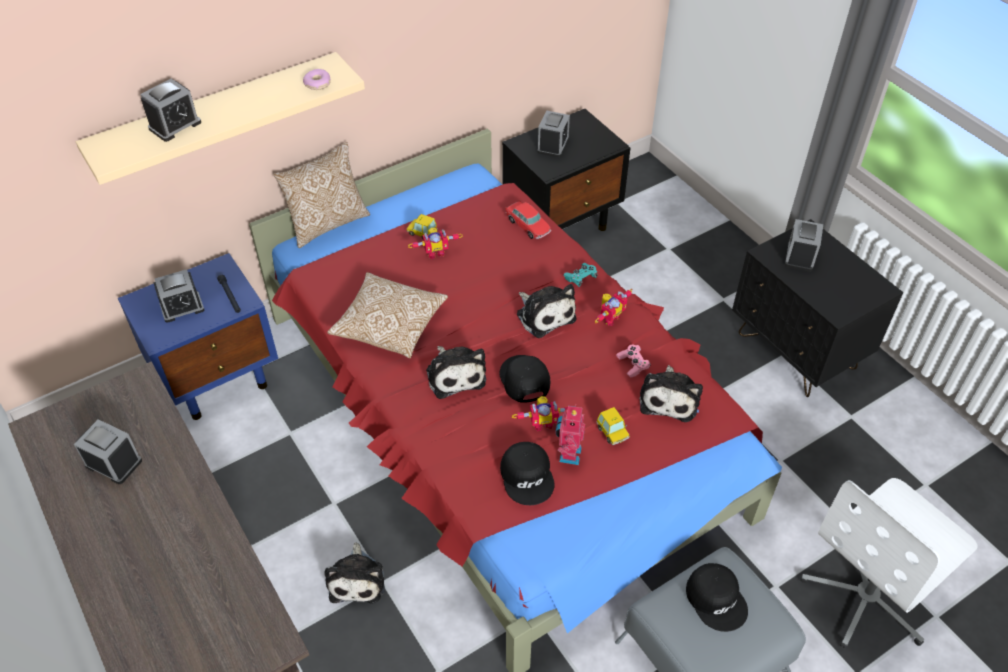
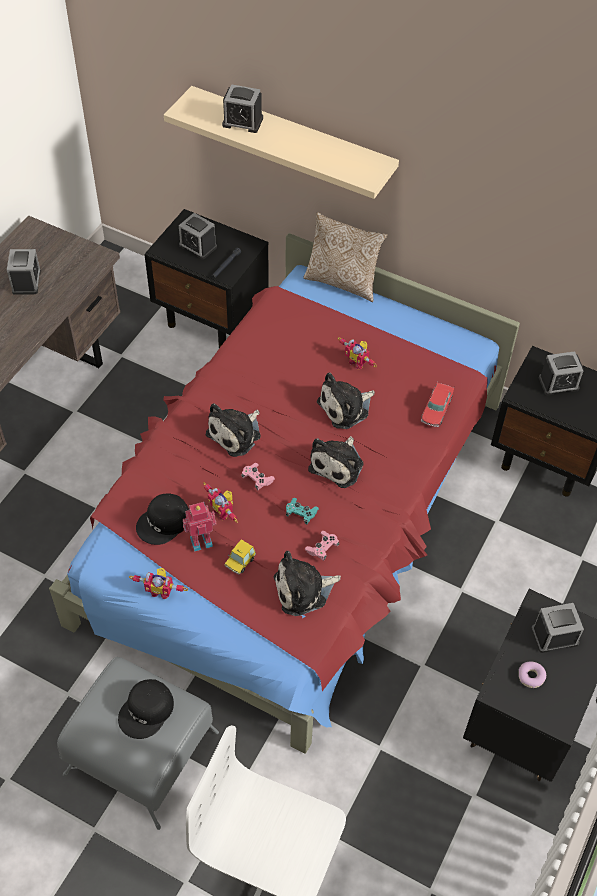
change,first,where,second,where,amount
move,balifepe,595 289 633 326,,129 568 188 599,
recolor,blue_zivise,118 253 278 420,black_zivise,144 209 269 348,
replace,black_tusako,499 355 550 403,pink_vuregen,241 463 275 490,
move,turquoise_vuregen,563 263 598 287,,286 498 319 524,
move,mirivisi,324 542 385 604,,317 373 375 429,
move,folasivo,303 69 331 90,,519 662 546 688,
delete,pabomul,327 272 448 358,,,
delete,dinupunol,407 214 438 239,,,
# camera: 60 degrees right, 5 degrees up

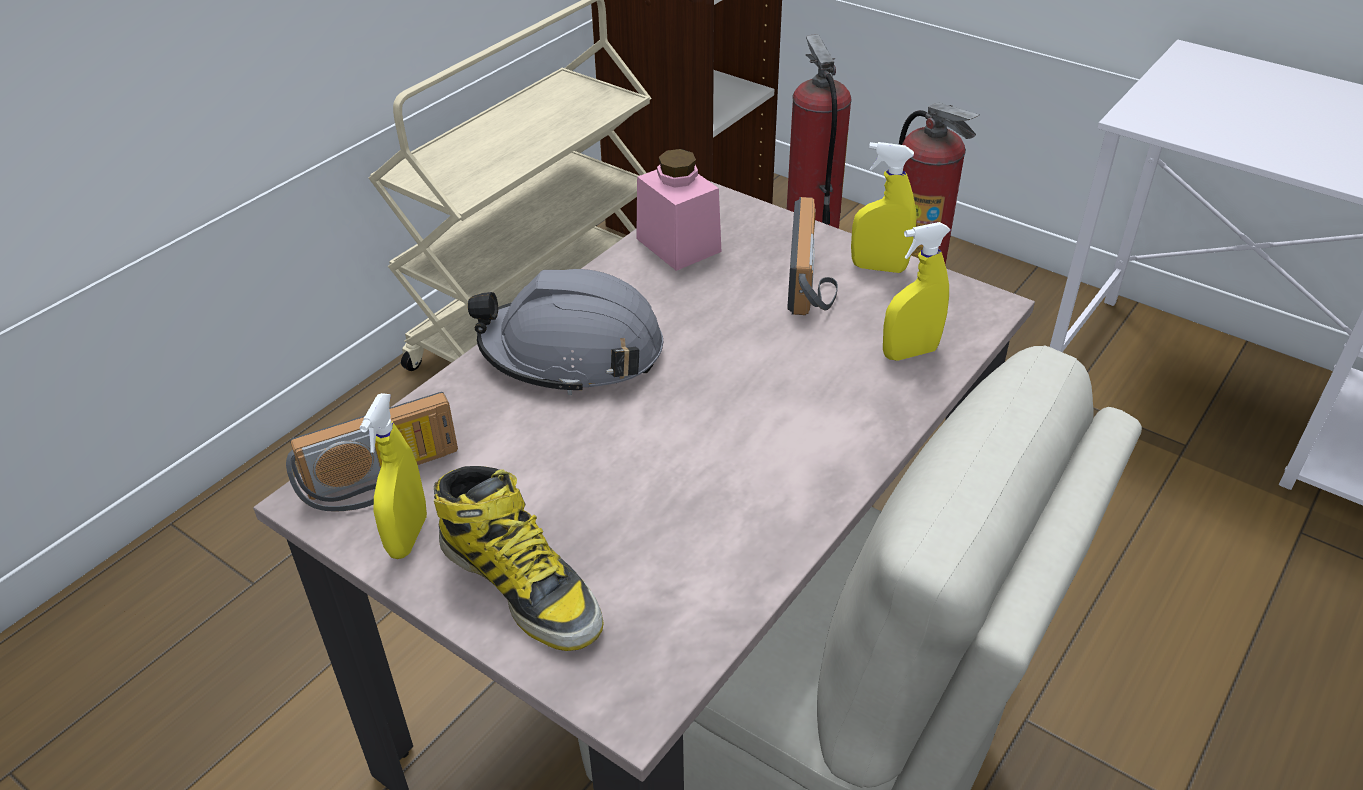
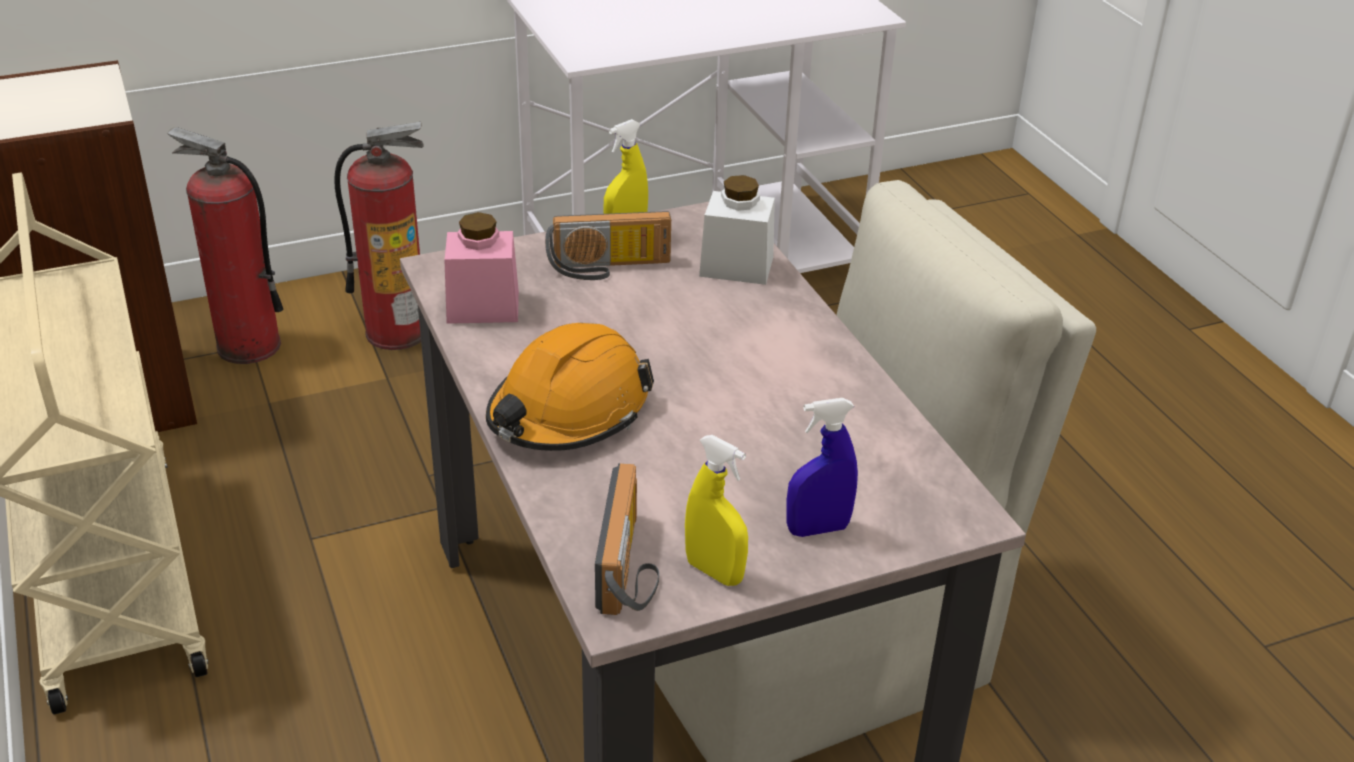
change,first,where,second,where,amount
recolor,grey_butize,468 269 663 395,orange_butize,486 323 654 451,
rotate,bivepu,787 197 838 315,,545 211 671 280,135 degrees clockwise
replace,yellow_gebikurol,883 222 951 361,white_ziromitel,699 175 775 285,
replace,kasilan,434 466 603 651,blue_gebikurol,787 398 858 537,
# camera: 60 degrees left, 5 degrees down

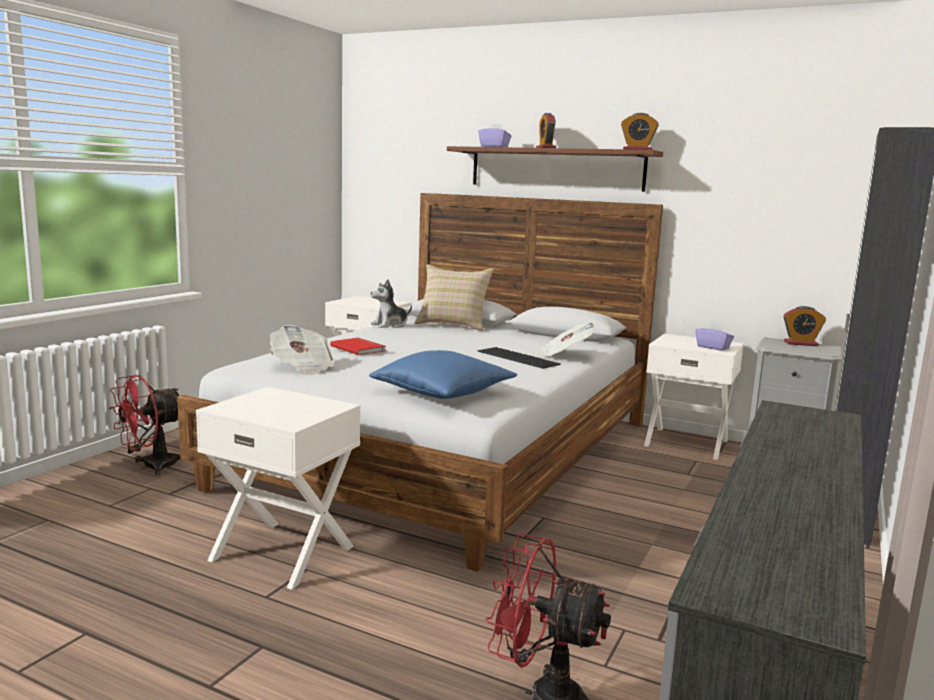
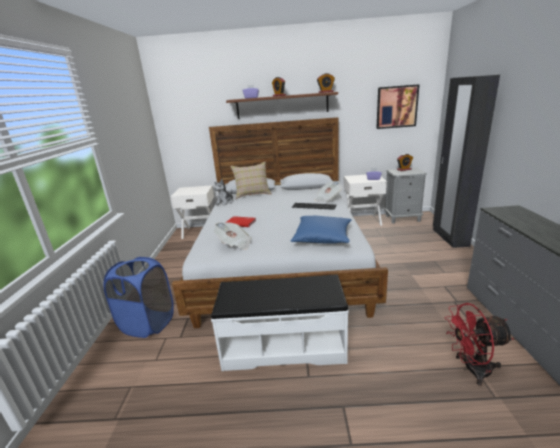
change,first,where,second,where,amount
replace,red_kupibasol,109 375 180 476,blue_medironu,104 257 174 338,
replace,white_zivise,196 387 360 590,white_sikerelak,211 274 349 371,
insert,,,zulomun,376 84 420 129,
# camera: 25 degrees left, 10 degrees up

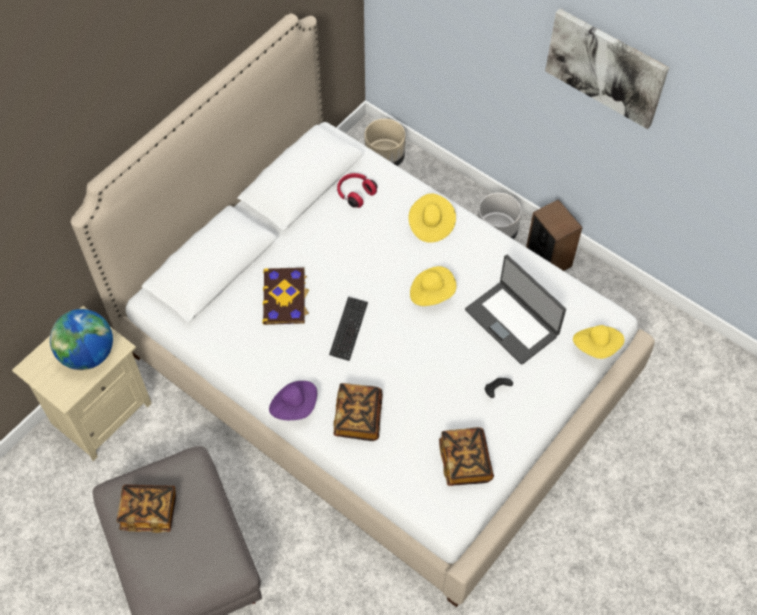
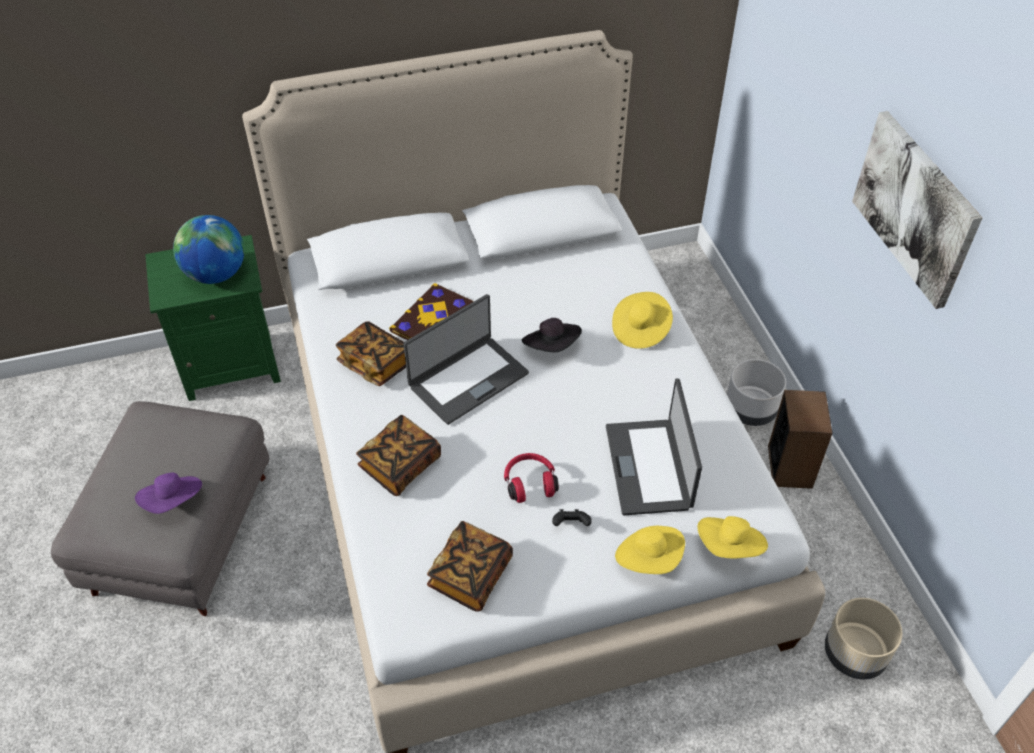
change,first,where,second,where,amount
move,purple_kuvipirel,269 381 317 420,,135 472 202 514,
recolor,beige_zivise,12 306 152 461,green_zivise,145 235 281 401,
move,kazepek,117 484 176 533,,336 321 406 386,
replace,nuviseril,329 297 368 361,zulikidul,403 294 529 425,
move,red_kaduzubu,337 173 377 208,,504 453 559 503,
insert,,,black_kuvipirel,522 318 582 352,
move,yellow_kuvipirel,410 266 456 306,,615 526 685 574,
move,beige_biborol,365 119 405 166,,825 598 902 679,
# camera: 35 degrees right, 10 degrees down

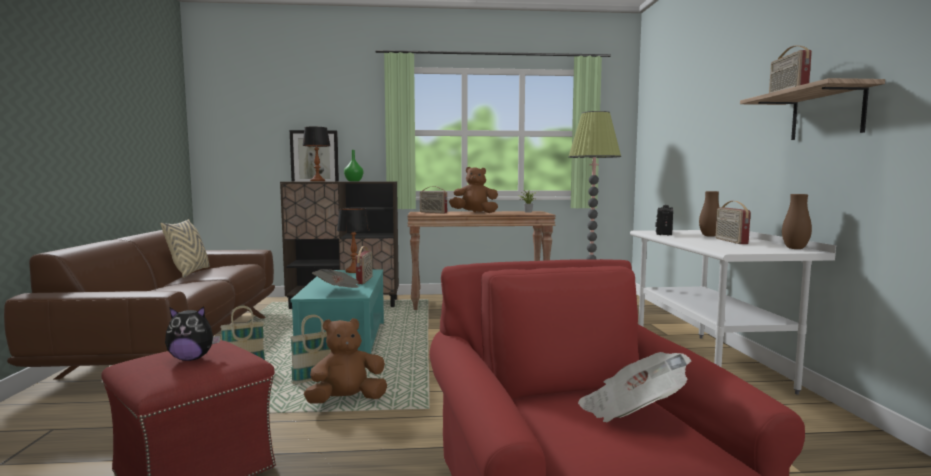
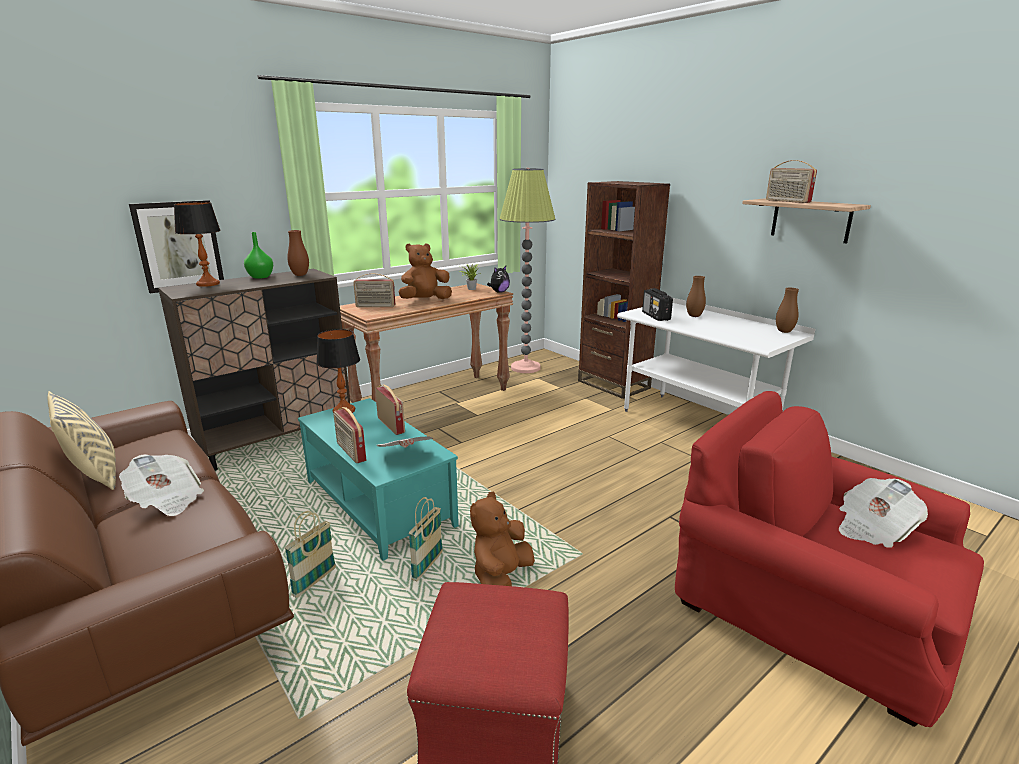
change,first,where,second,where,amount
insert,,,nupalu,119 454 204 516,
insert,,,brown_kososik,287 230 309 276,
move,bivepu,715 201 751 244,,333 407 366 463,
move,mirivisi,165 306 221 361,,487 266 510 293,
insert,,,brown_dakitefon,578 181 670 399,
# camera: 35 degrees left, 15 degrees up

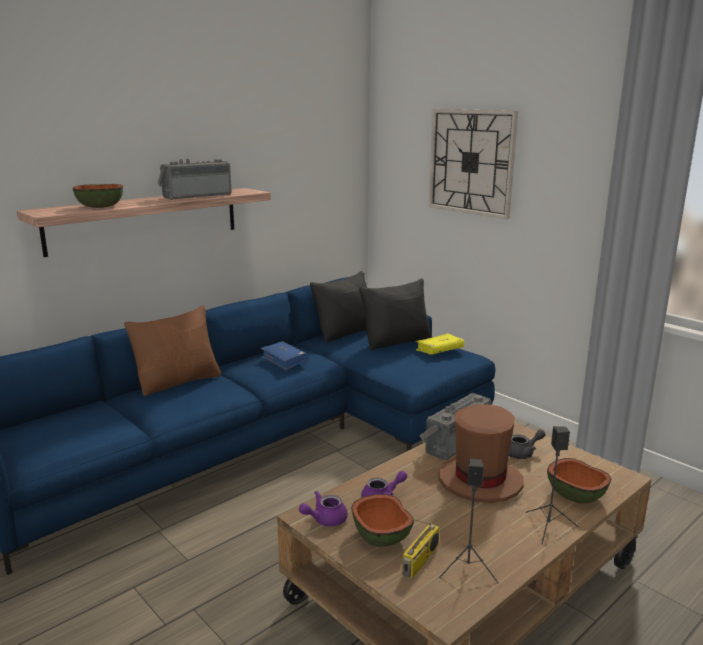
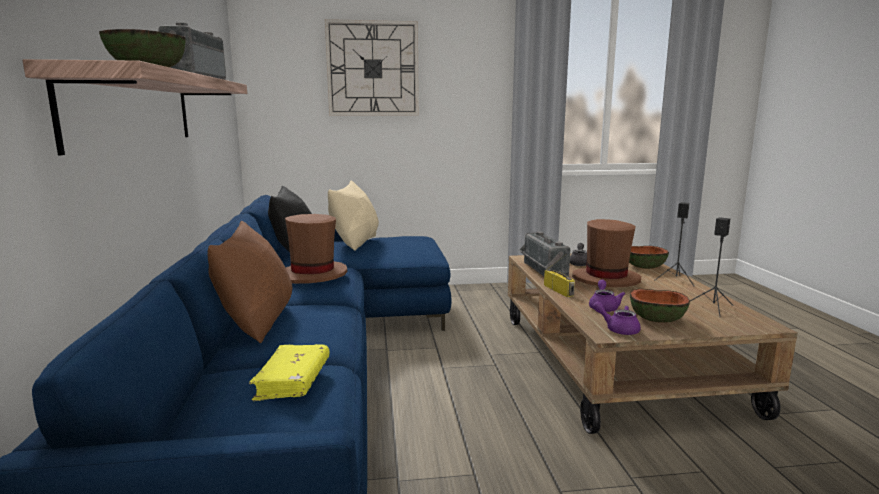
change,first,where,second,where,amount
move,yellow_kazepek,416 333 464 355,,249 344 330 401,
replace,blue_kazepek,261 341 308 371,brown_kuvipirel,285 214 347 284,
recolor,black_pabomul,359 278 433 350,beige_pabomul,328 181 379 251,
move,bivepu,402 518 439 578,,544 254 575 297,
rotate,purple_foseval,299 491 348 526,,593 301 641 335,120 degrees clockwise
# camera: 55 degrees left, 5 degrees down

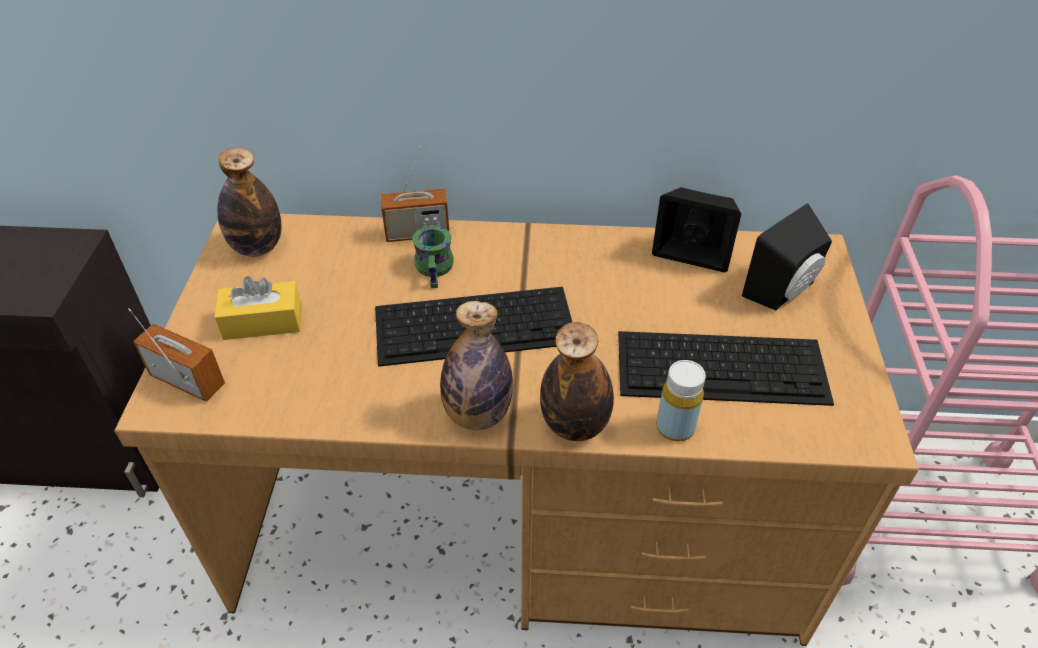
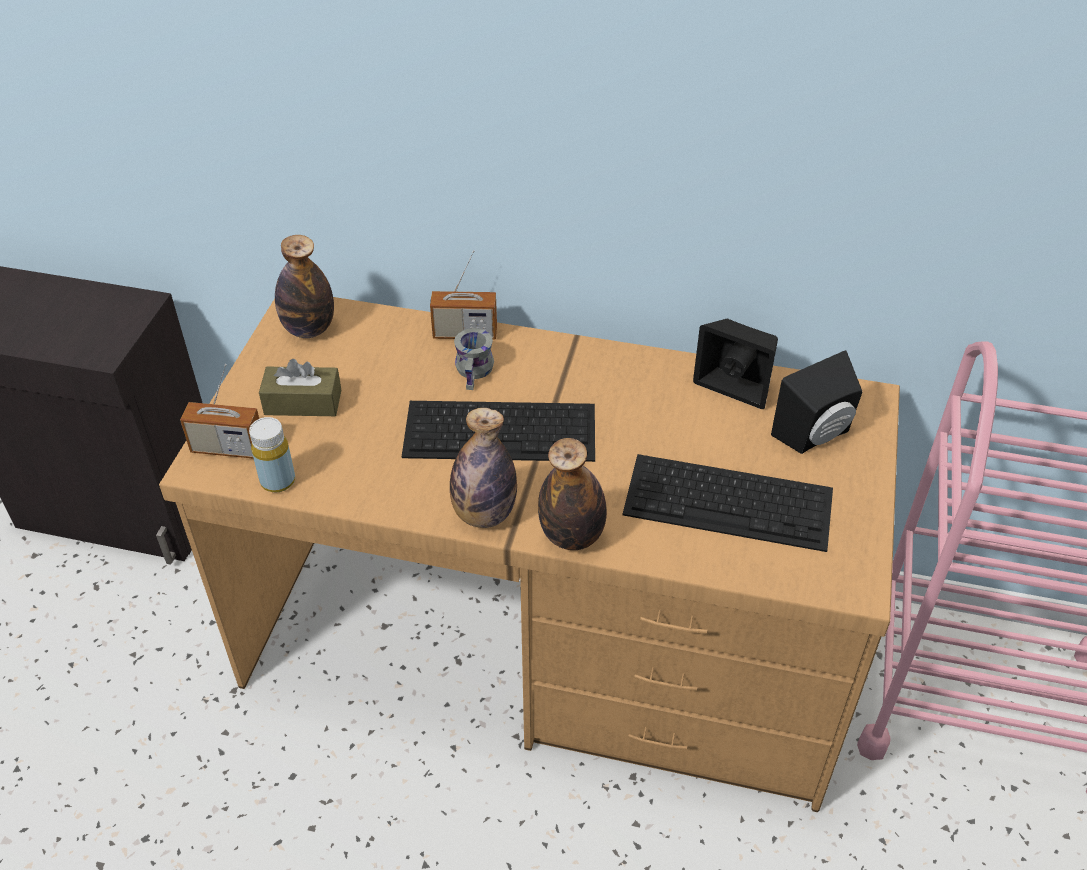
change,first,where,second,where,amount
rotate,bivepu,128 308 225 402,,180 364 259 459,150 degrees clockwise
move,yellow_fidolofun,656 360 706 441,,249 417 295 493,
recolor,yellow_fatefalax,214 276 302 340,brown_fatefalax,259 359 341 416,
recolor,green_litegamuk,412 226 454 288,grey_litegamuk,454 328 494 390,
# camera: 10 degrees right, 0 degrees up

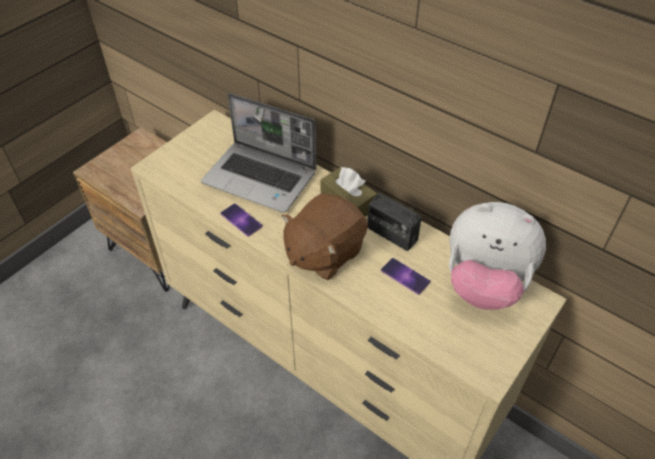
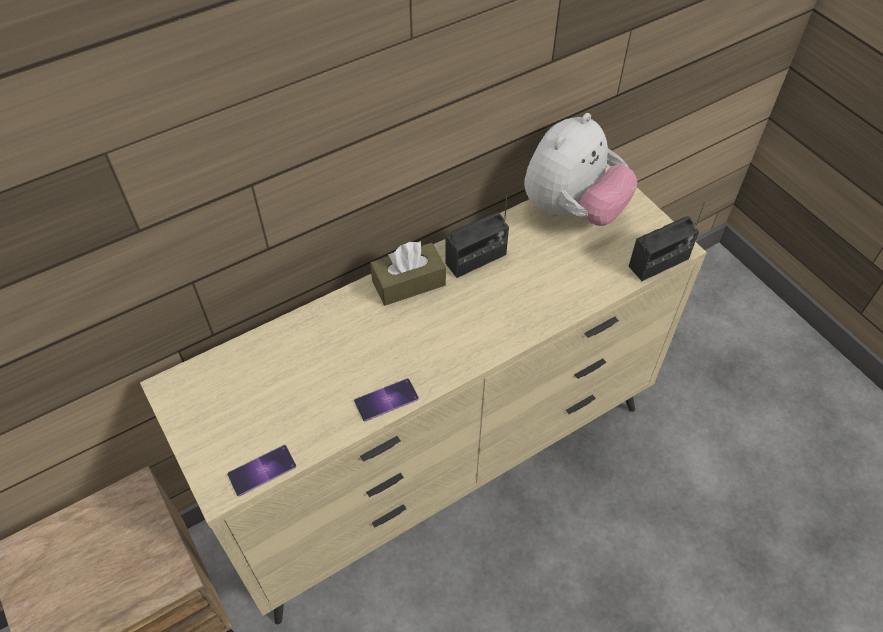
change,first,where,second,where,amount
move,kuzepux,381 258 431 295,,227 445 296 496,
insert,,,bivepu,629 195 707 281,
delete,zulikidul,201 93 316 213,,,
delete,brown_mirivisi,281 193 368 280,,,
# camera: 70 degrees left, 5 degrees up

